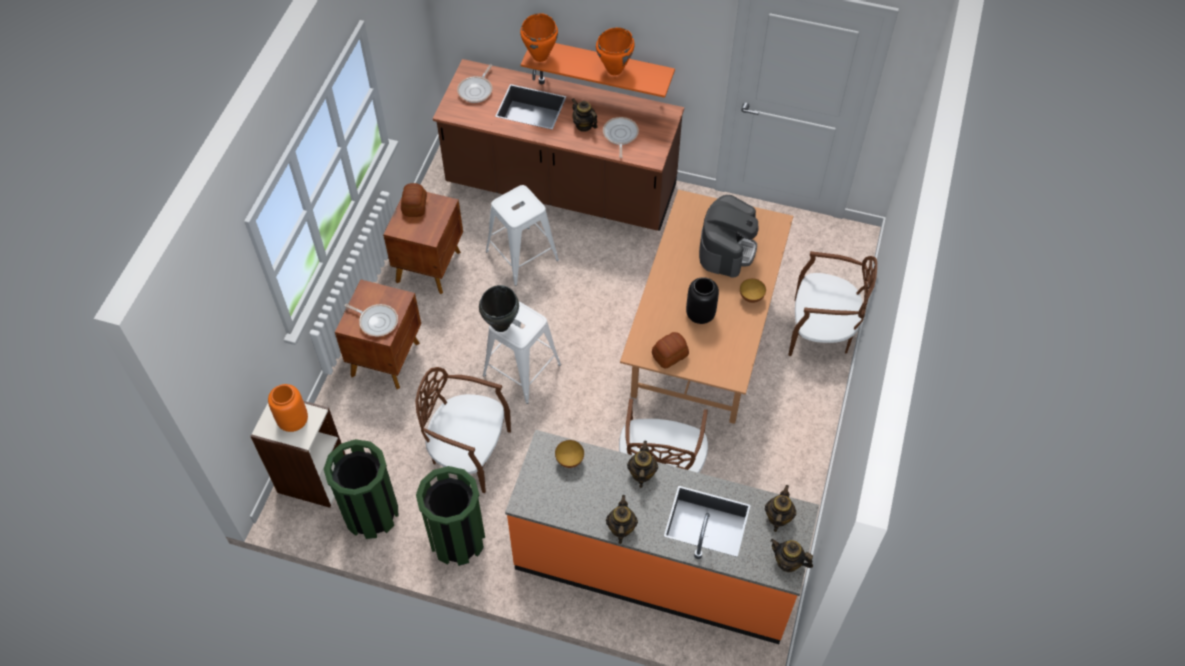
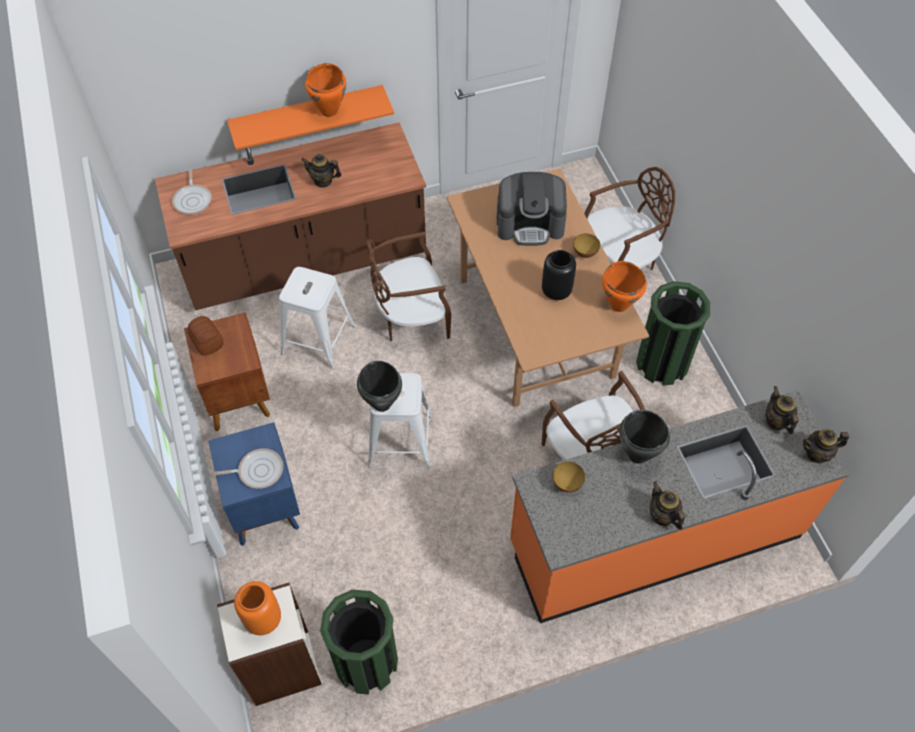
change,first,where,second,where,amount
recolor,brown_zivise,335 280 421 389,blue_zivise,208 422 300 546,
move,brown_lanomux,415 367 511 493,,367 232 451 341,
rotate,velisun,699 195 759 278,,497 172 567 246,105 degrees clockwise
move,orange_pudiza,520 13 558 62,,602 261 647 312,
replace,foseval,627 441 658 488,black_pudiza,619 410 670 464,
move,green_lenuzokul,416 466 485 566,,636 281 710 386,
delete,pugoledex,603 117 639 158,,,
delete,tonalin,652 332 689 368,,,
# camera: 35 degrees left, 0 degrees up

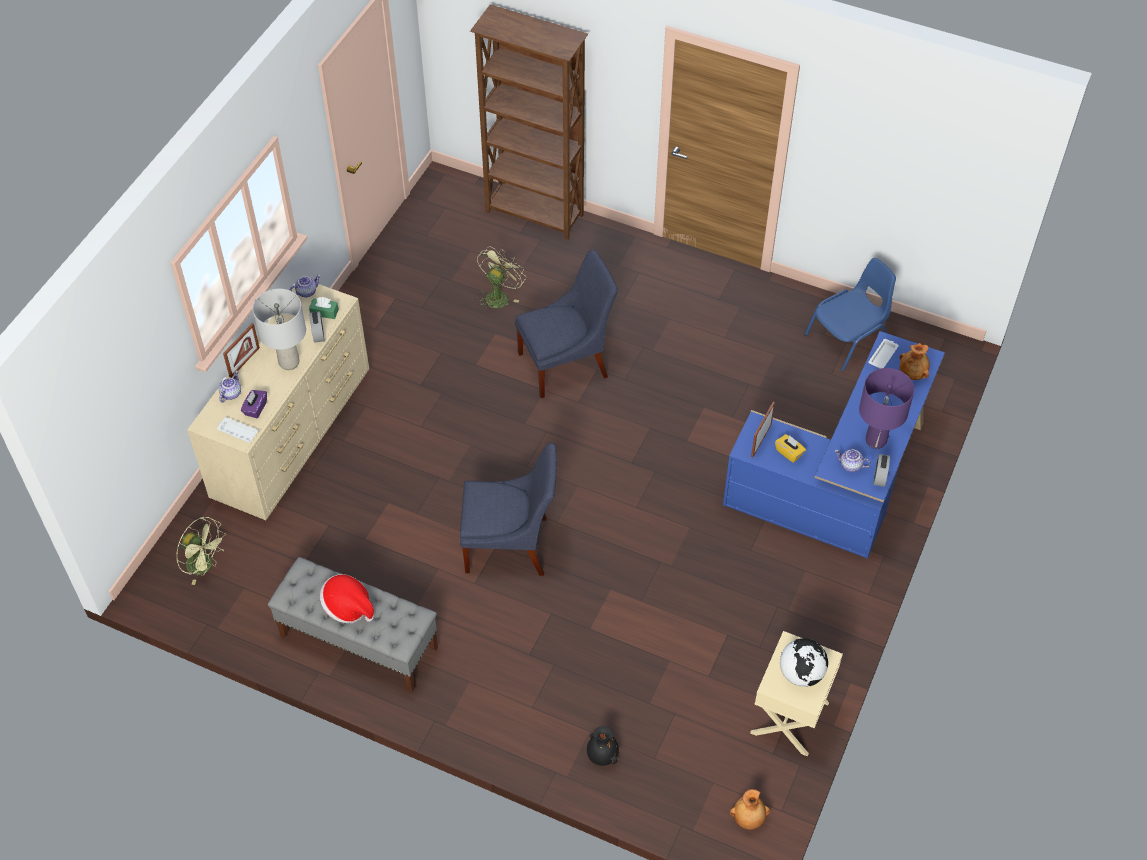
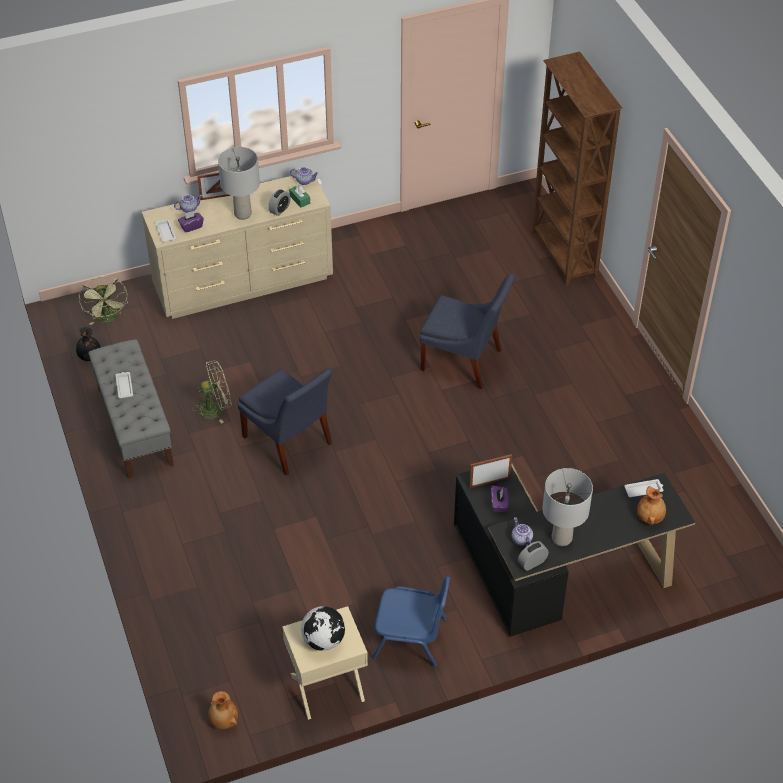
change,first,where,second,where,amount
move,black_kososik,587 726 619 766,,76 327 101 361,
replace,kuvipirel,320 574 374 623,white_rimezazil,115 372 133 398,
move,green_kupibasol,477 246 526 310,,192 360 232 424,
move,blue_lanomux,805 258 896 372,,372 576 450 668,
recolor,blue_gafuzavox,723 331 945 559,black_gafuzavox,454 464 695 637,
recolor,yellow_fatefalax,775 434 806 463,purple_fatefalax,491 485 508 512,
recolor,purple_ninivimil,859 368 914 449,grey_ninivimil,542 468 593 546,
# camera: 45 degrees right, 5 degrees down

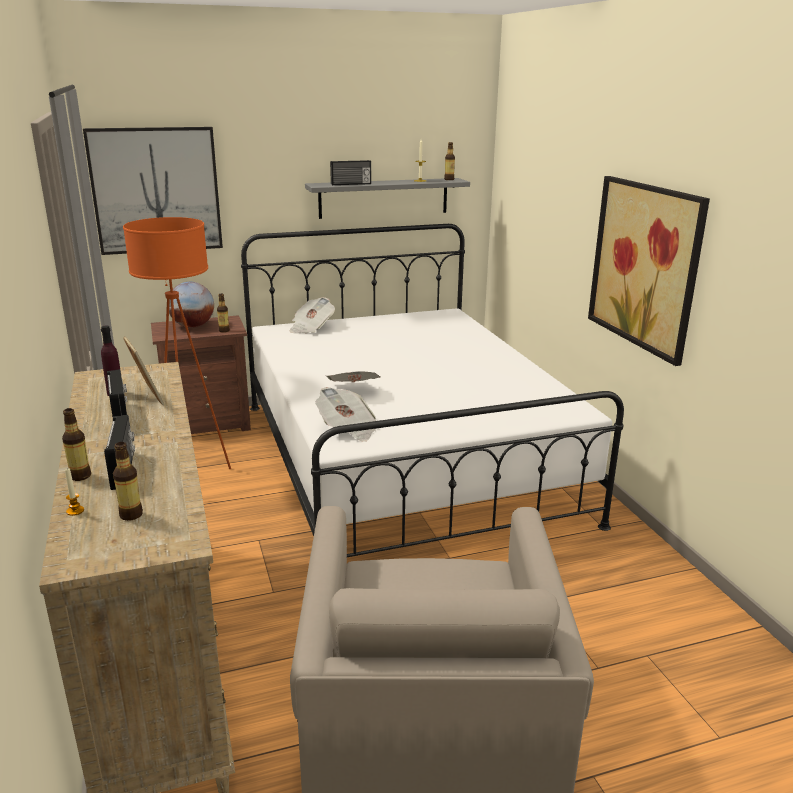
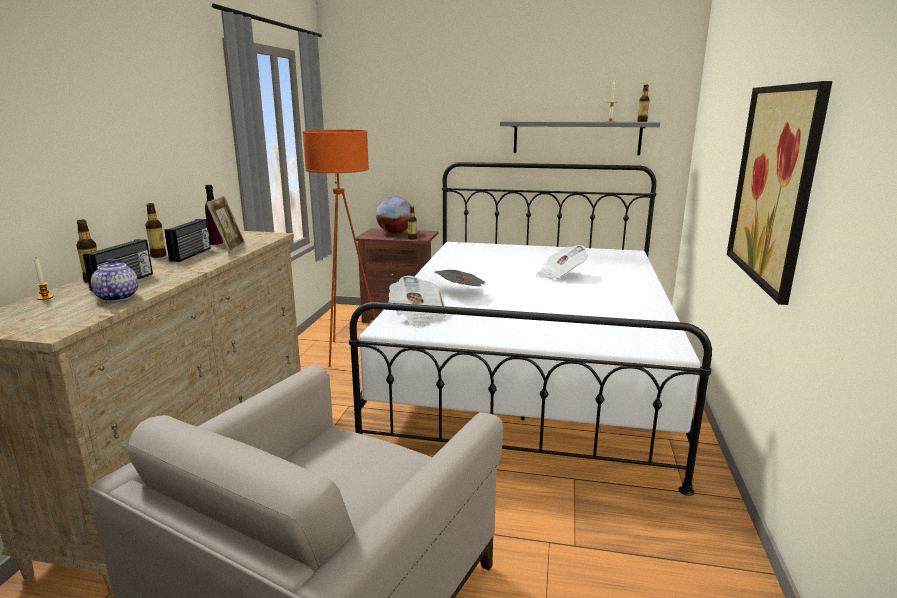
change,first,where,second,where,amount
insert,,,foseval,91 259 138 302,
move,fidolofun,113 442 143 521,,145 203 167 258,
move,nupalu,289 297 335 334,,536 245 588 279,
delete,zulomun,83 127 223 255,,,
delete,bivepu,330 160 371 185,,,
# camera: 30 degrees right, 5 degrees down

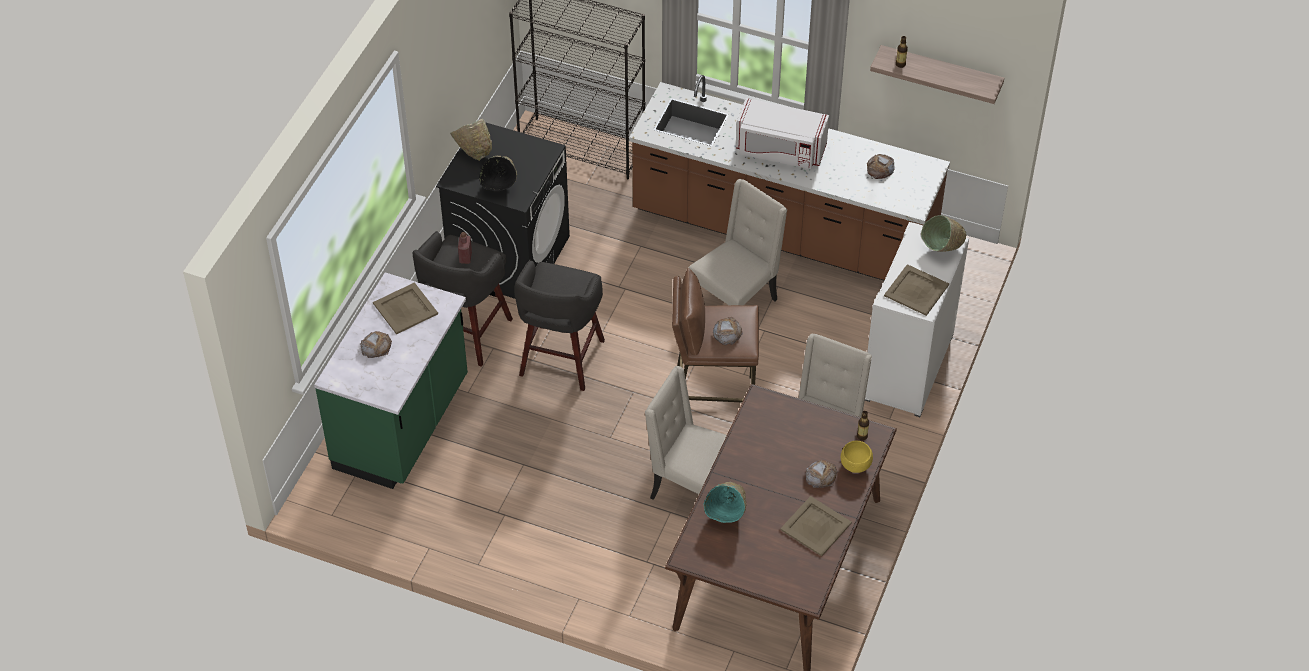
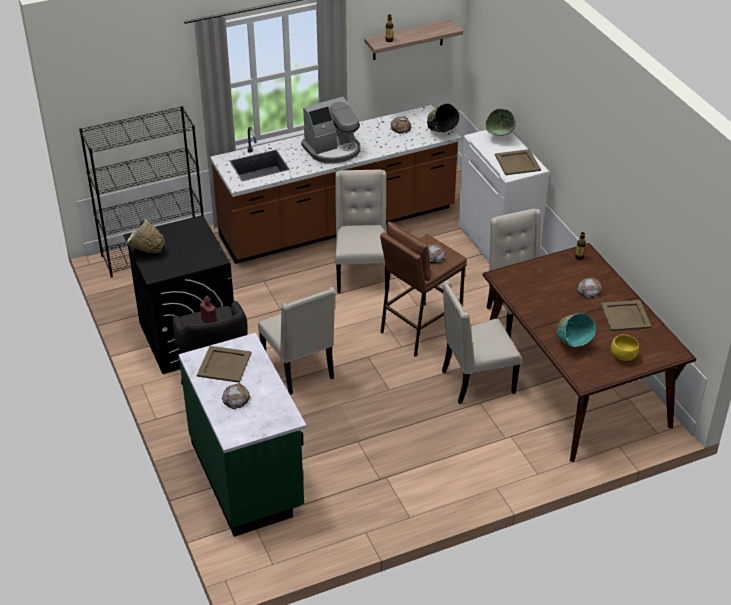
change,first,where,second,where,amount
replace,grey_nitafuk,514 260 605 391,beige_lanomux,258 287 335 395,
replace,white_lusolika,736 98 829 169,velisun,301 97 360 164,
move,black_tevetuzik,479 156 517 191,,427 104 459 132,
move,yellow_tevetuzik,841 441 873 473,,611 335 639 361,
# camera: 45 degrees left, 10 degrees down

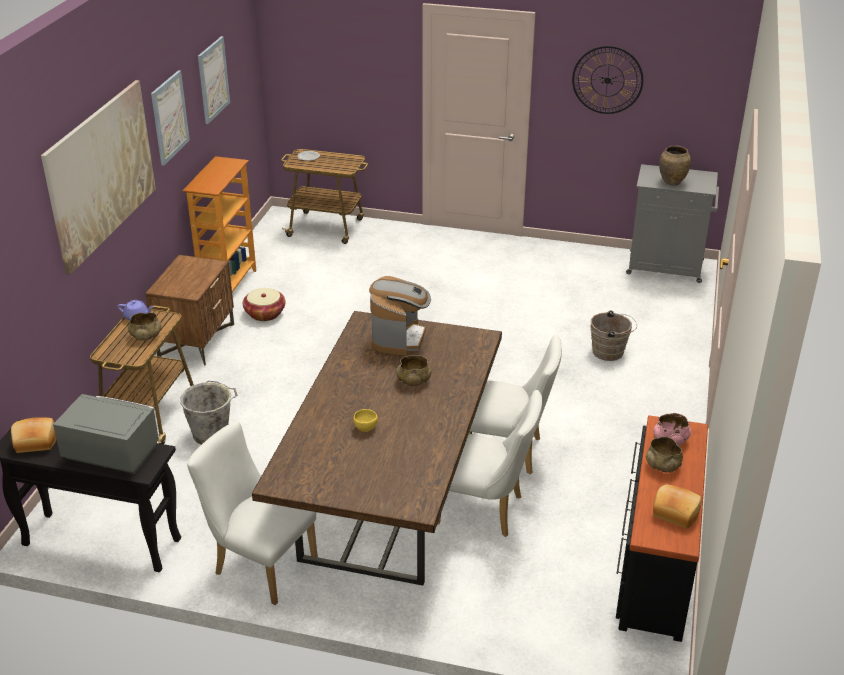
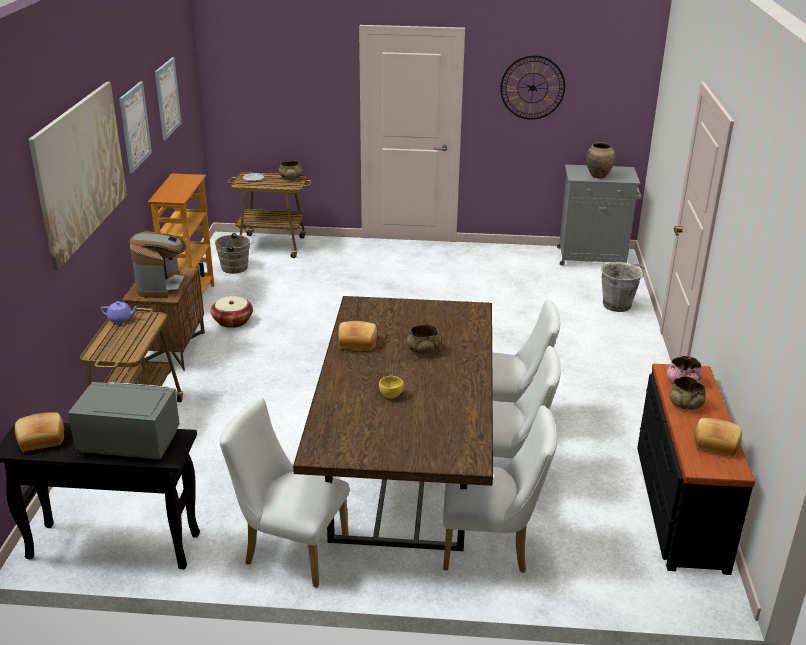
change,first,where,second,where,amount
move,velisun,369 276 431 356,,129 231 186 298,
move,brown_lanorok,590 311 637 361,,215 233 254 274,
move,beige_tevetuzik,128 313 161 341,,279 161 302 180,
insert,,,tonalin,338 321 377 351,
insert,,,white_lanomux,443 405 557 573,
move,grey_lanorok,180 381 237 445,,601 261 644 312,
# camera: 10 degrees left, 5 degrees down

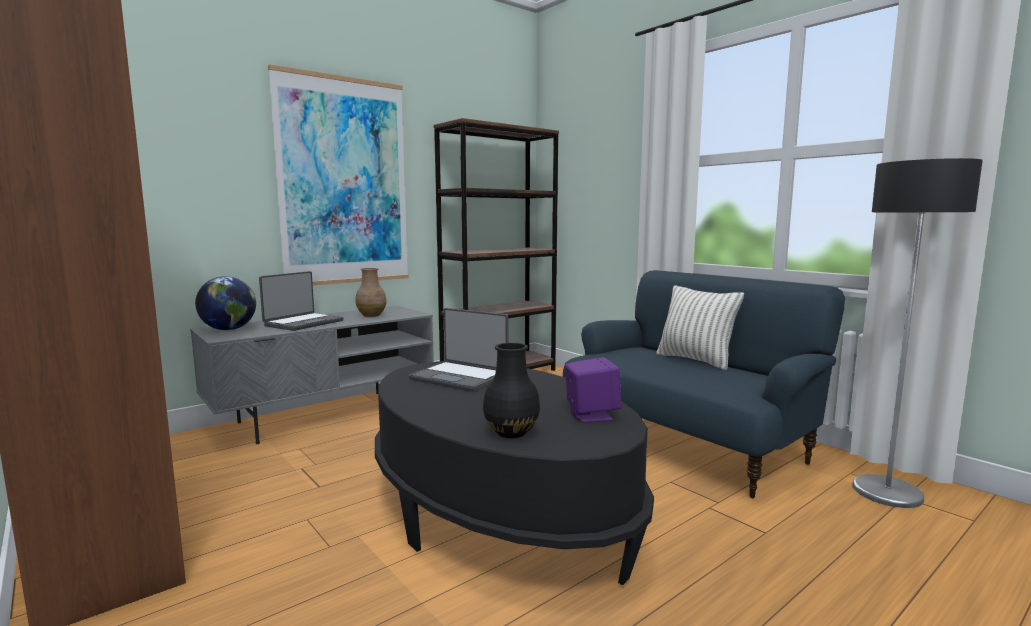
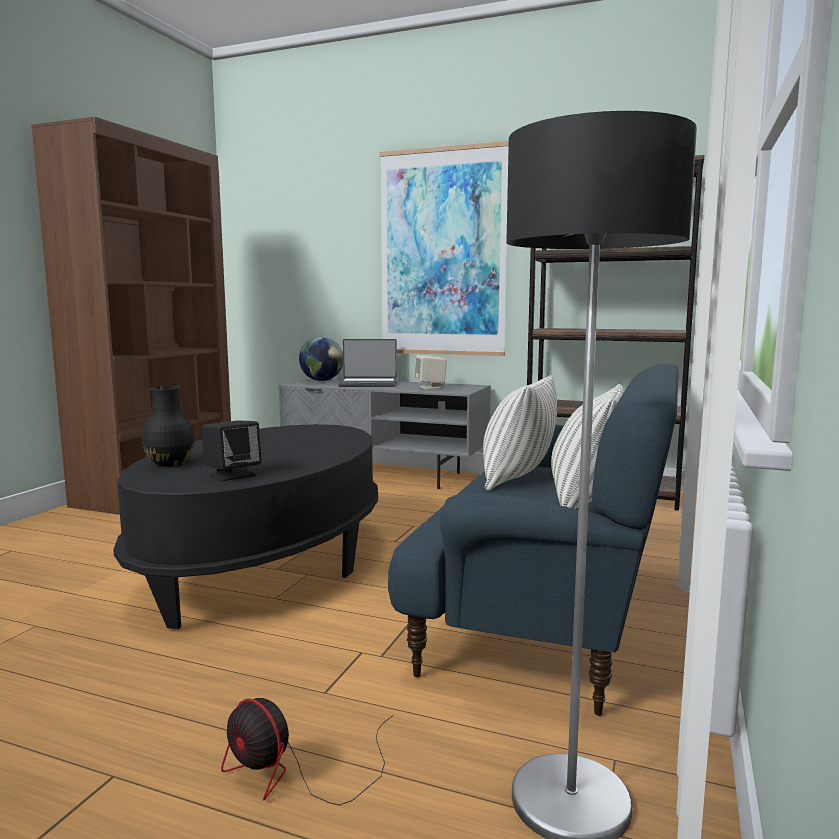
change,first,where,second,where,amount
recolor,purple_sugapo,565 357 622 422,black_sugapo,201 420 262 481,
insert,,,kupibasol,221 698 392 805,
replace,brown_kososik,355 268 387 317,beige_sugapo,415 355 447 389,
insert,,,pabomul,483 375 557 491,
delete,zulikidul,409 308 508 392,,,
# camera: 60 degrees right, 0 degrees up

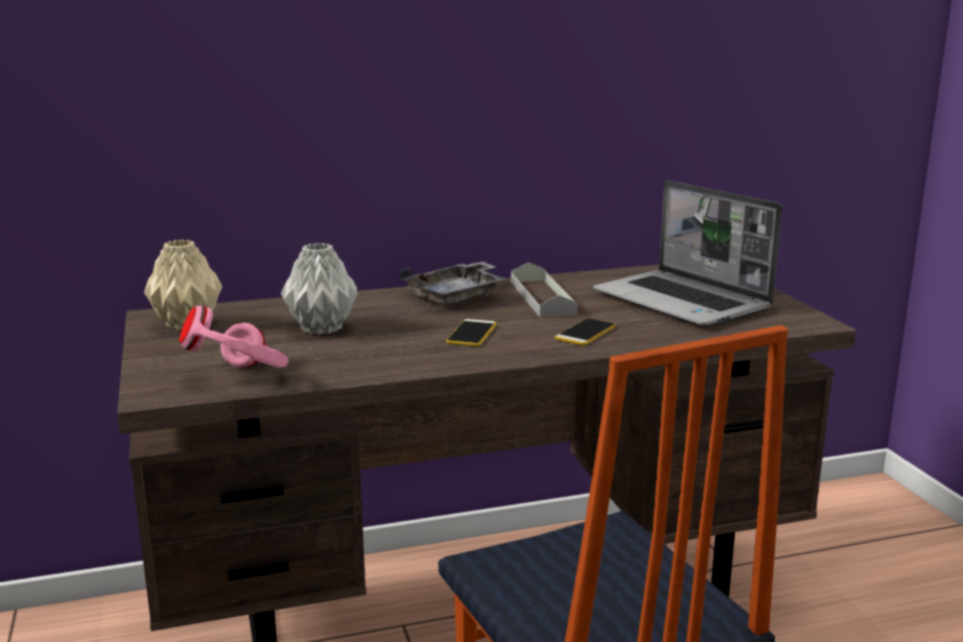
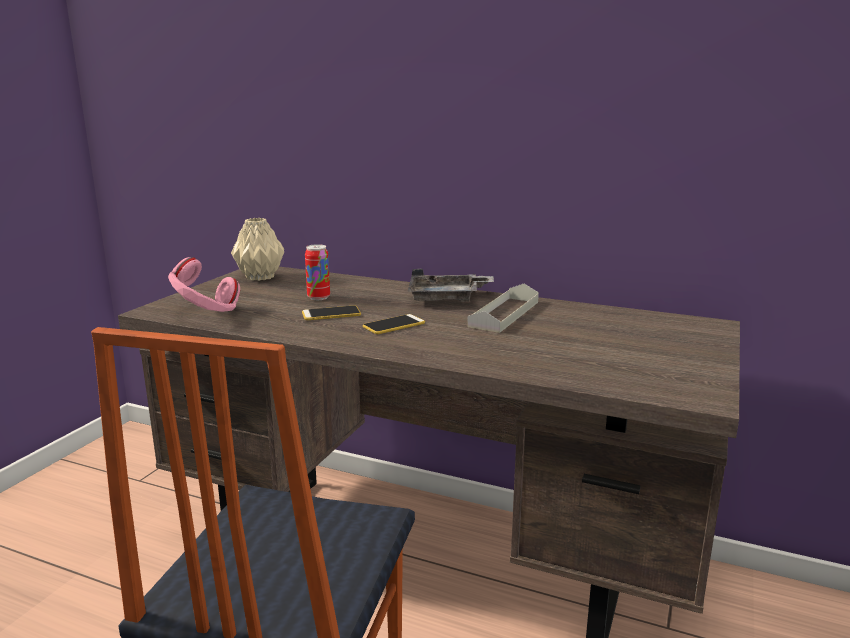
change,first,where,second,where,amount
move,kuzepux,555 318 616 346,,302 306 361 320,
replace,grey_kososik,281 243 357 335,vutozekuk,305 244 330 300,
delete,zulikidul,593 180 782 327,,,
# camera: 40 degrees right, 0 degrees up

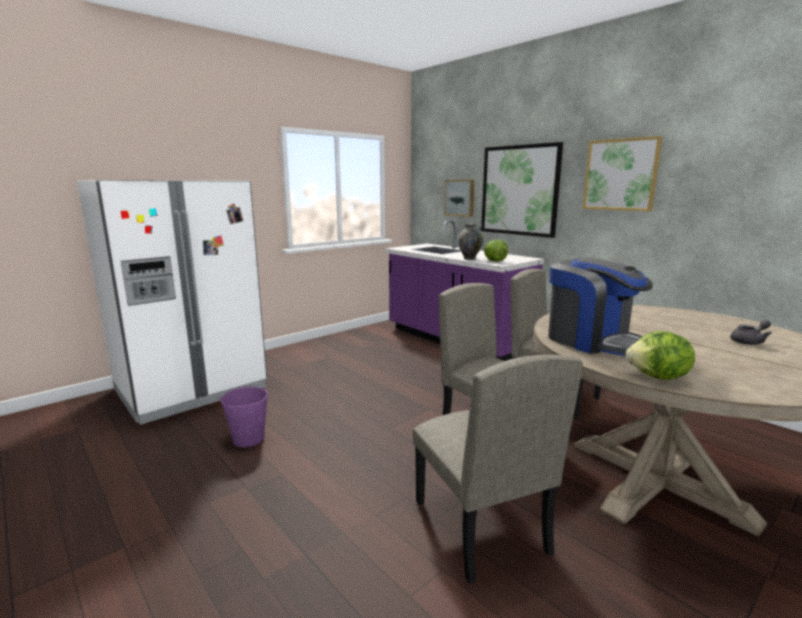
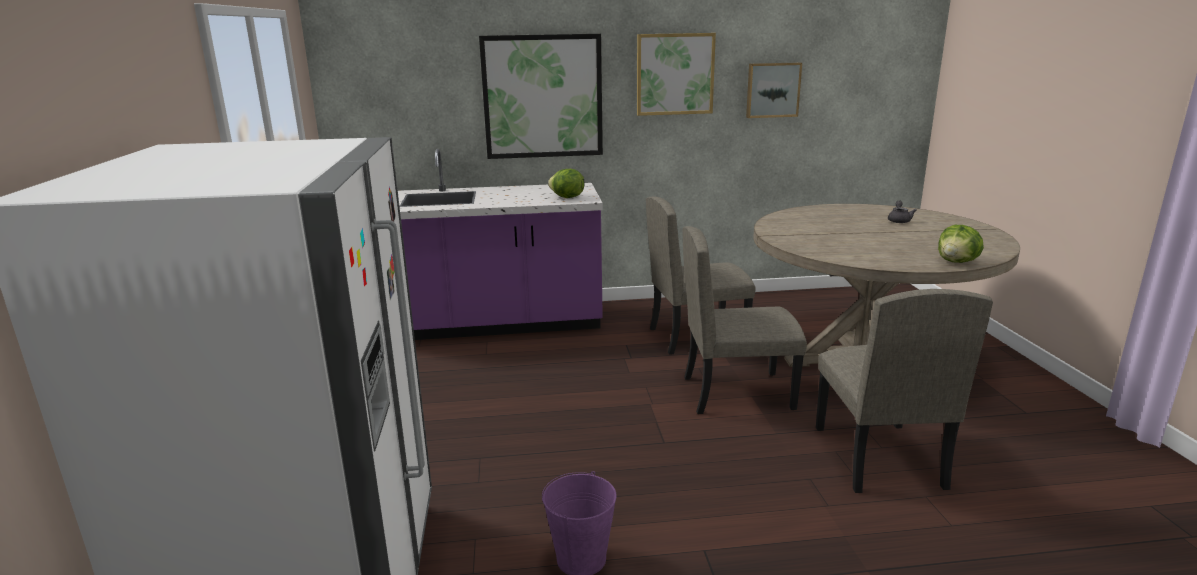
change,first,where,second,where,amount
move,zulomun,444 180 474 217,,746 62 802 118,
rotate,beige_lanomux,413 355 583 584,,816 289 993 493,75 degrees clockwise
delete,kososik,458 224 483 260,,,
delete,velisun,548 258 653 356,,,
# camera: 55 degrees left, 5 degrees up

